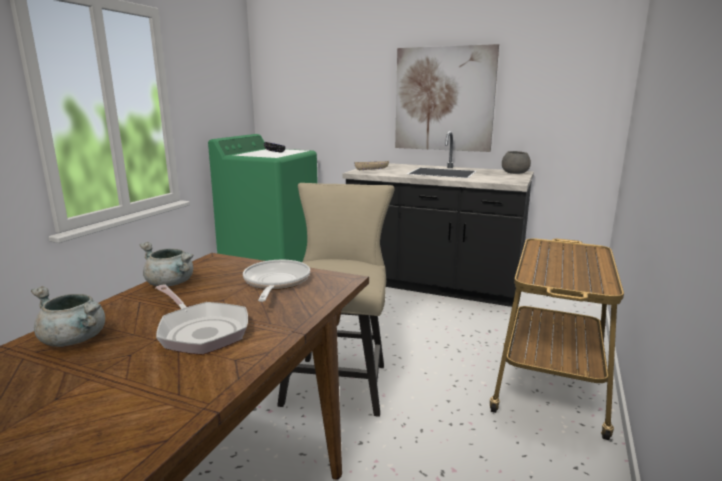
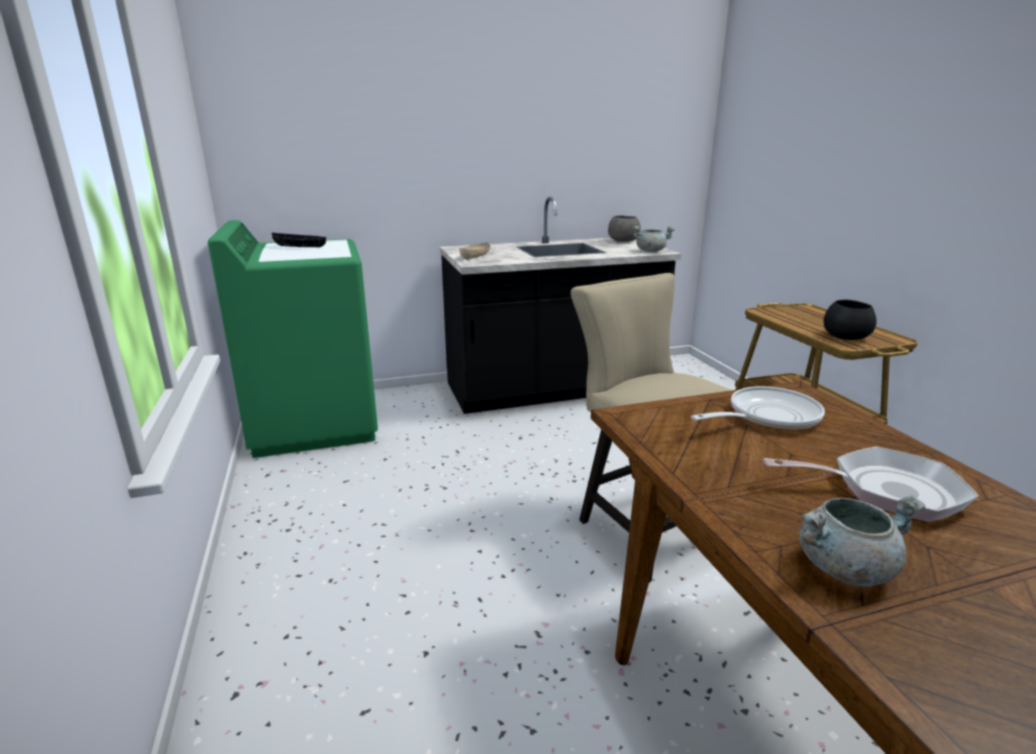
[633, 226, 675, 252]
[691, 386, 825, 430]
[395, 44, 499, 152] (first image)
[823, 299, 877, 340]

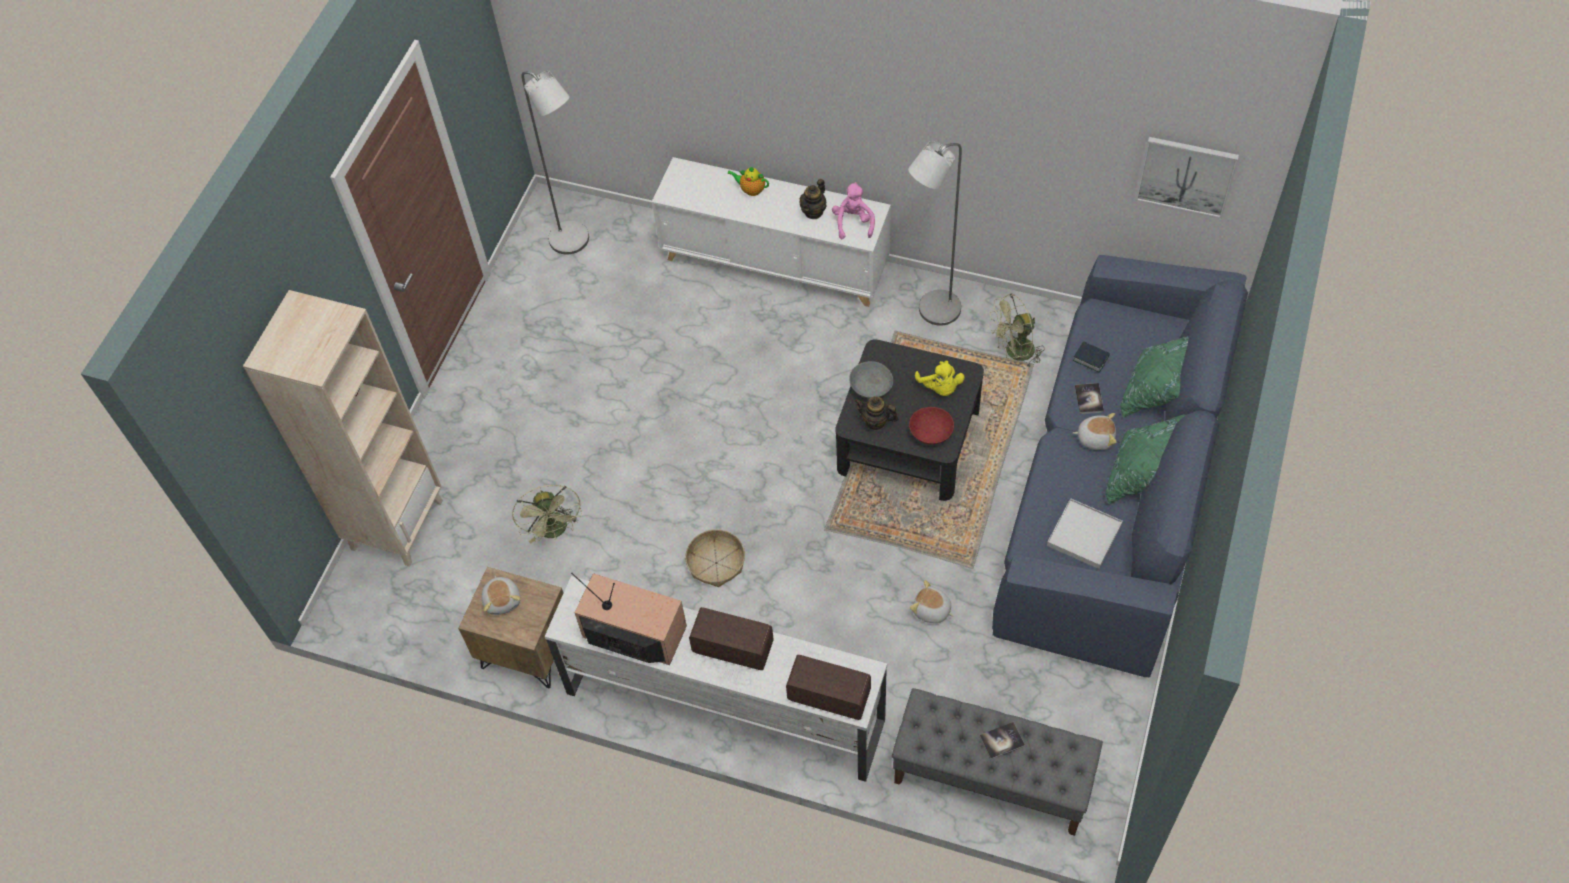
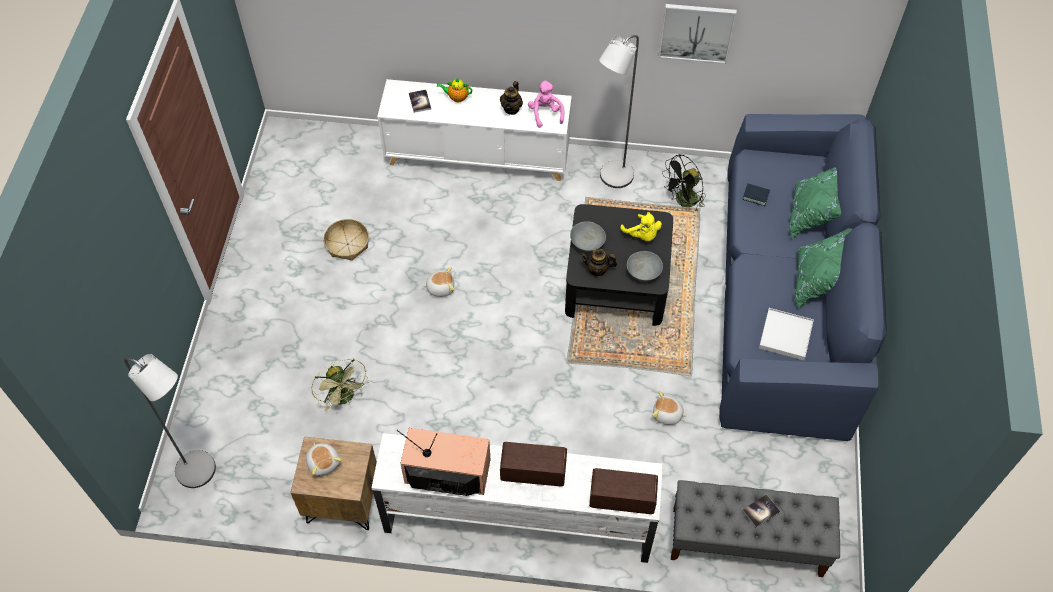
[243, 290, 443, 567] (first image)
[124, 354, 216, 488]
[323, 219, 369, 261]
[627, 251, 663, 281]
[662, 154, 706, 211]
[422, 267, 454, 297]
[409, 90, 431, 113]
[658, 4, 737, 64]

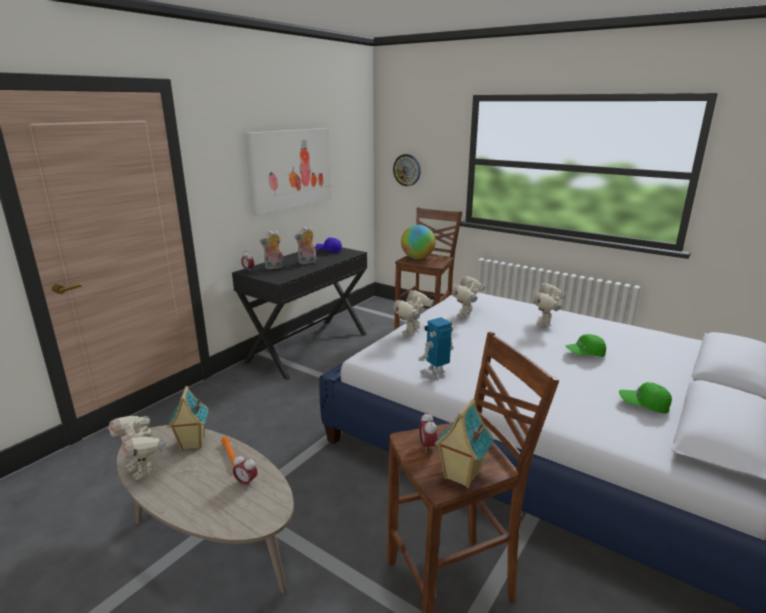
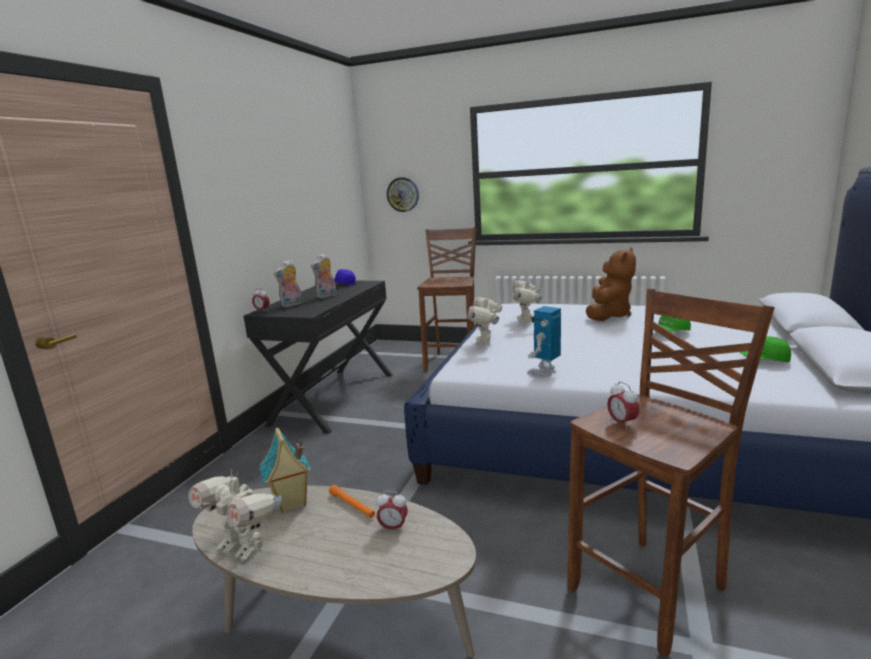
[245, 128, 332, 216] (first image)
[401, 225, 436, 259] (first image)
[434, 399, 493, 488] (first image)
[586, 247, 636, 321]

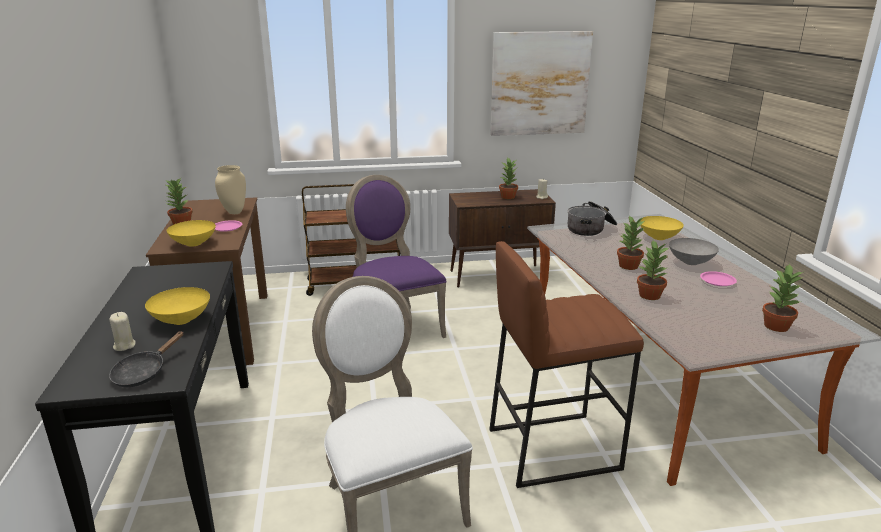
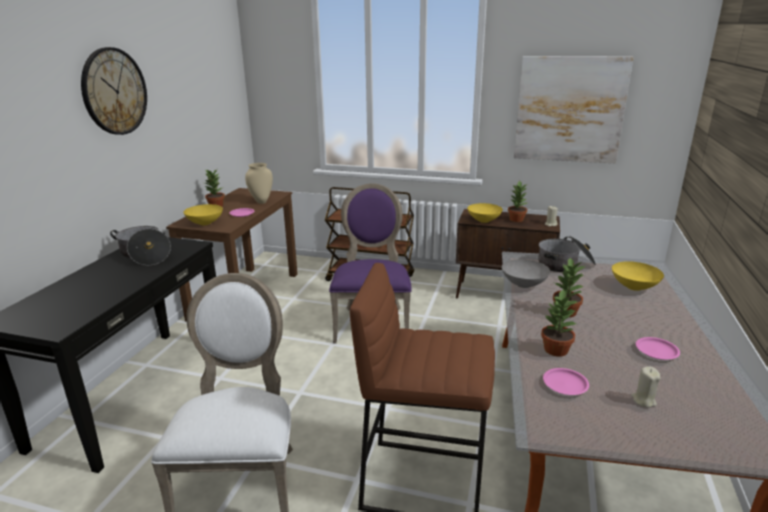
[631, 366, 661, 408]
[109, 331, 183, 387] (first image)
[467, 203, 503, 223]
[502, 259, 550, 288]
[762, 263, 803, 332] (first image)
[81, 47, 147, 135]
[110, 226, 171, 266]
[543, 368, 589, 395]

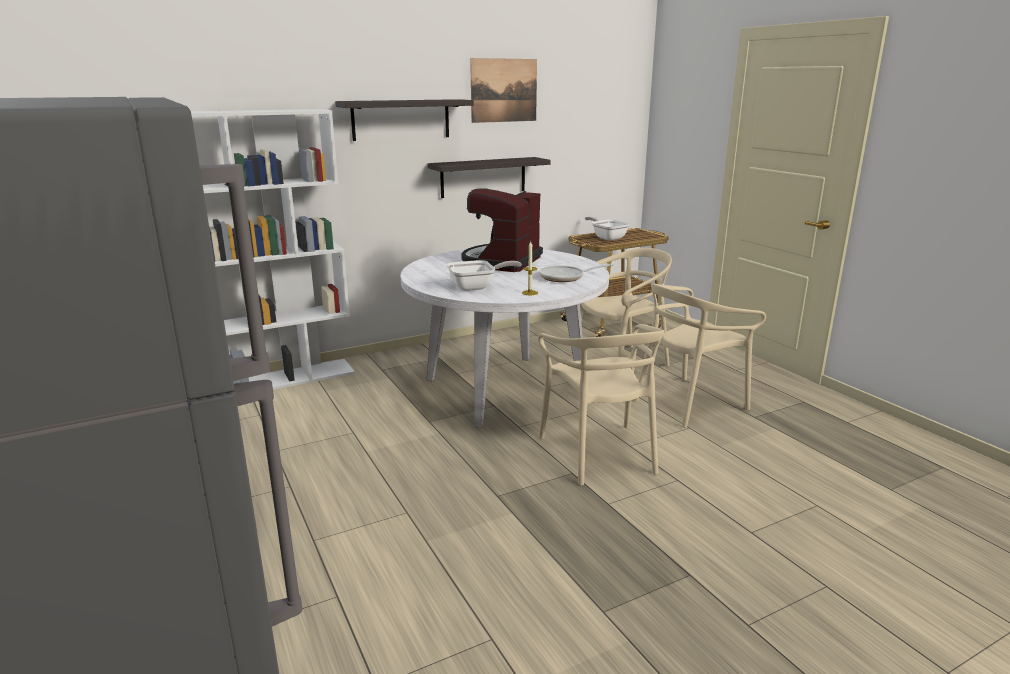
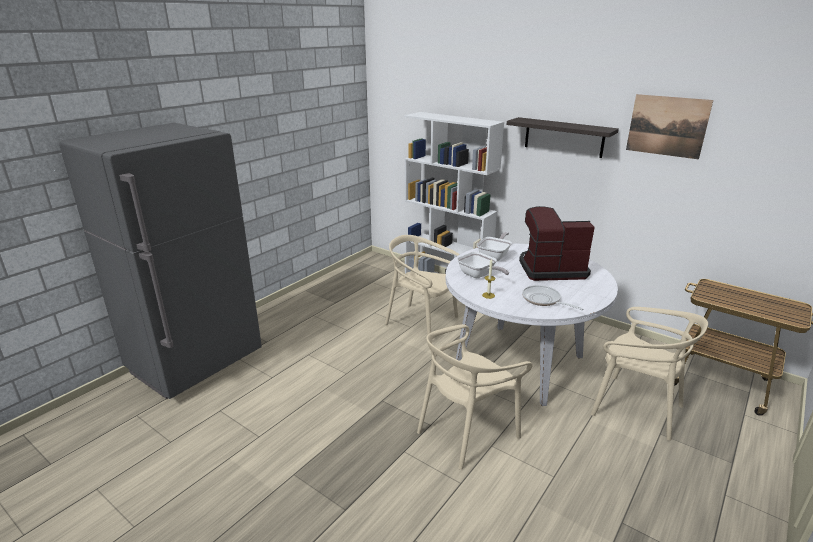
[428, 157, 551, 198] (first image)
[477, 232, 512, 261]
[385, 235, 460, 335]

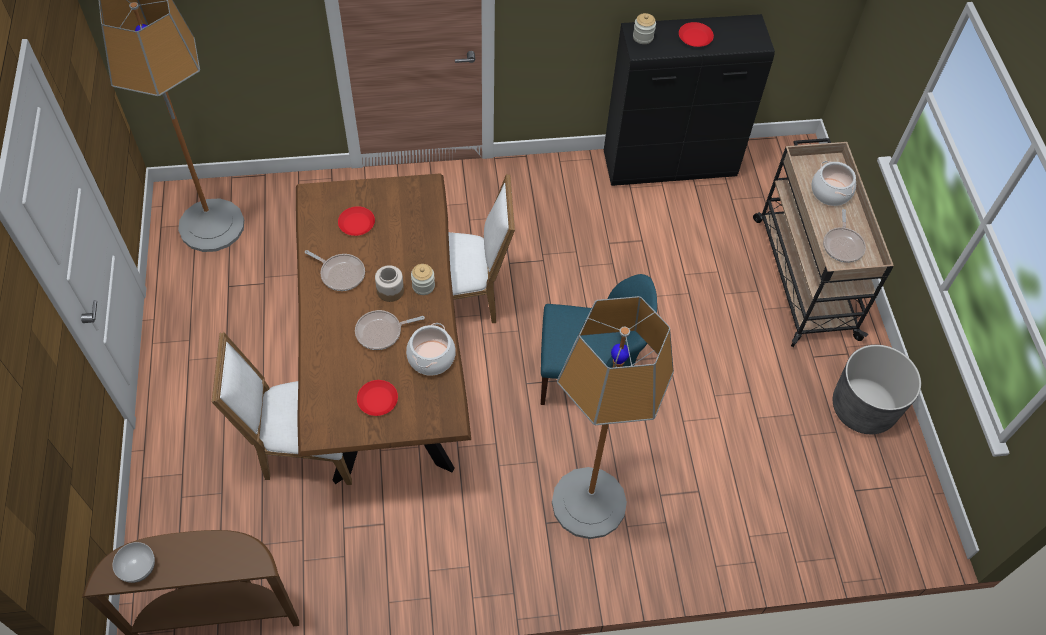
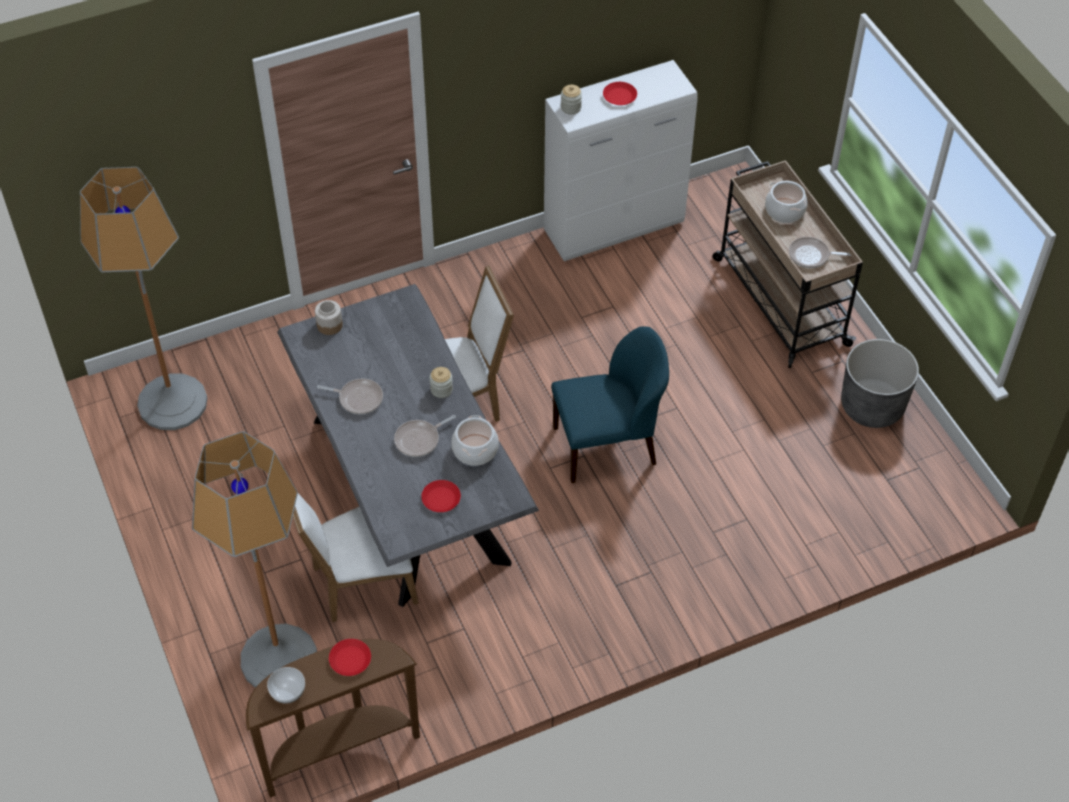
[277, 284, 539, 607]
[329, 639, 371, 676]
[315, 300, 343, 335]
[192, 431, 317, 688]
[544, 60, 698, 261]
[789, 237, 851, 268]

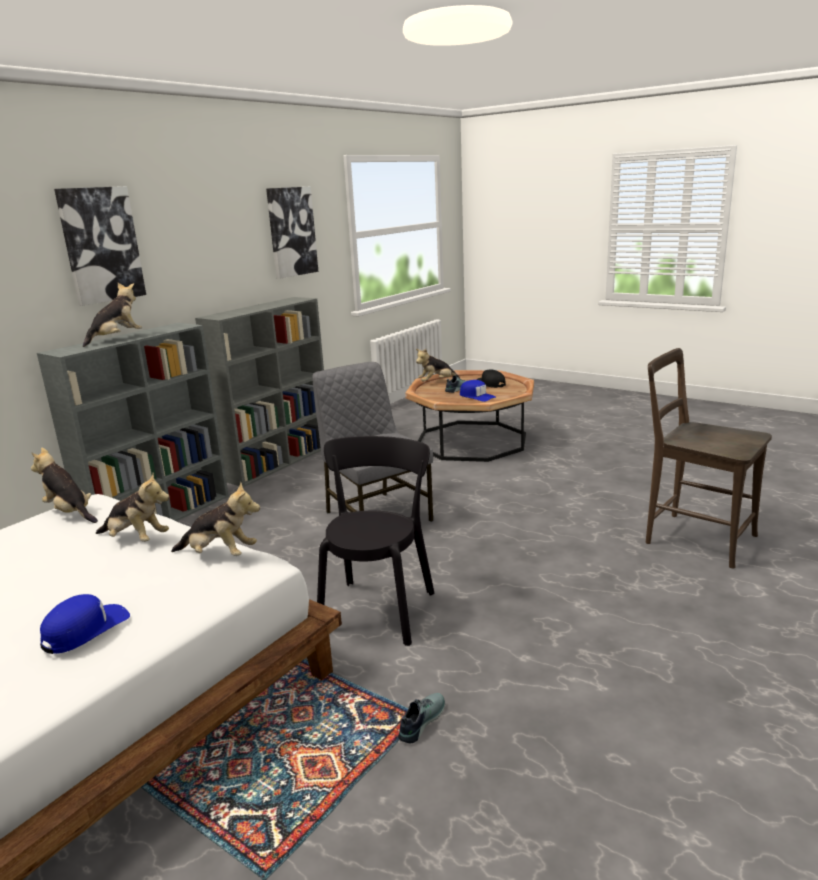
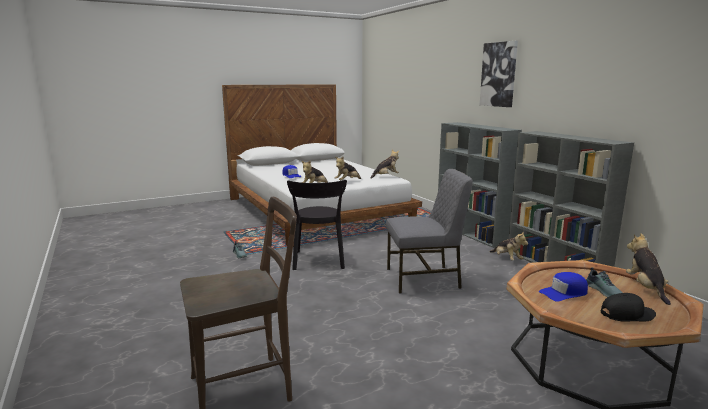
[490, 231, 528, 260]
[266, 187, 318, 279] (first image)
[287, 180, 347, 270]

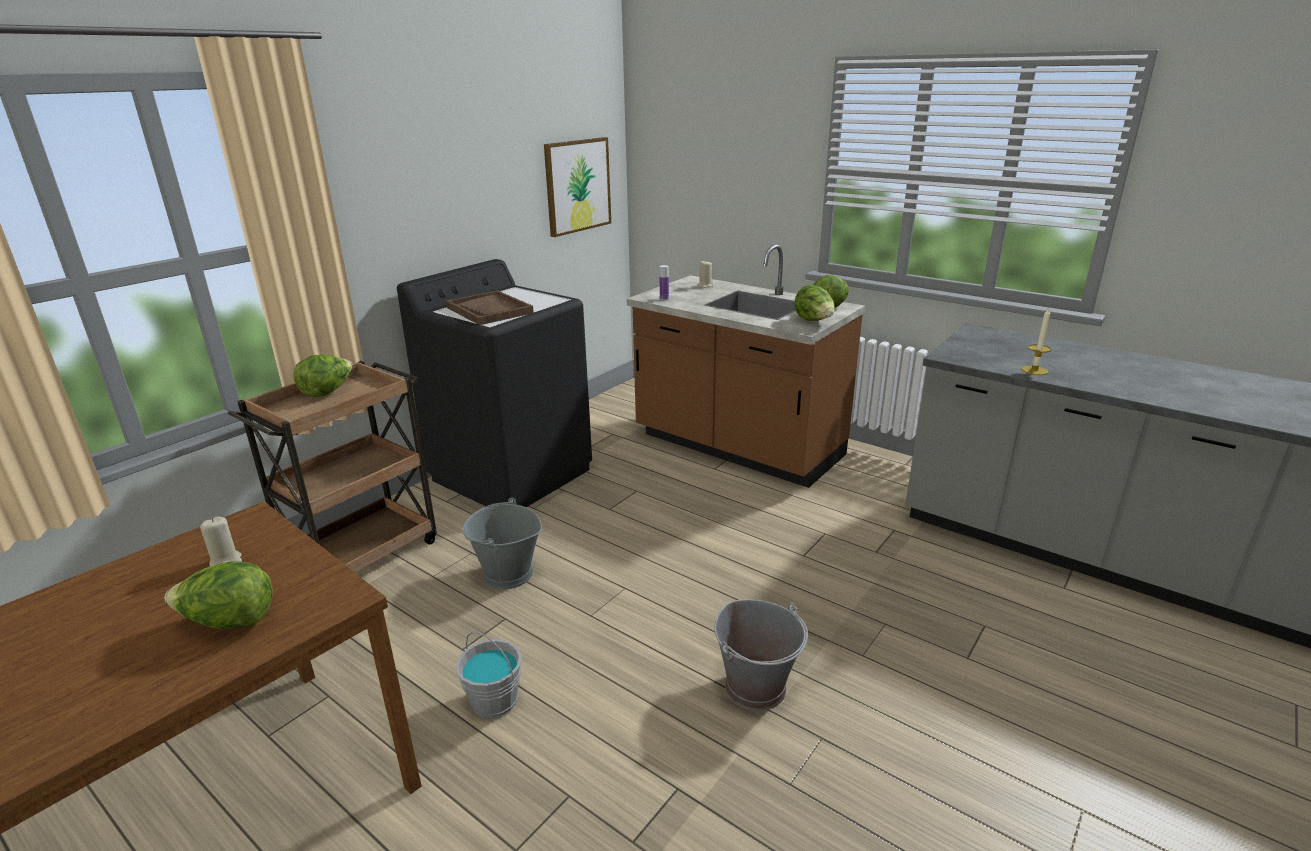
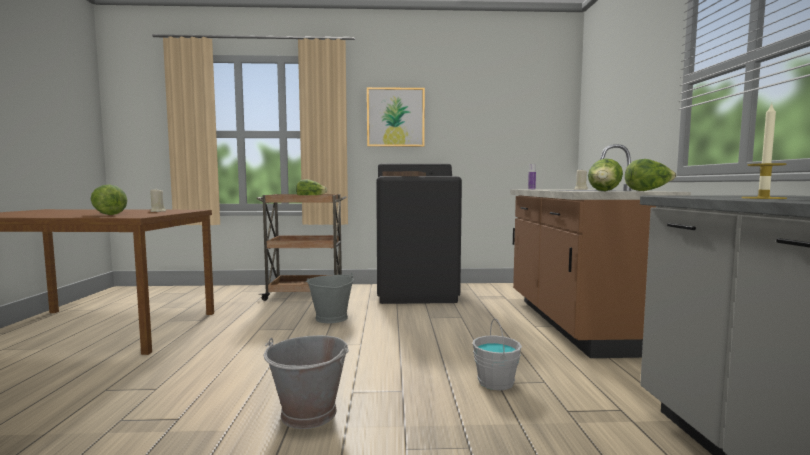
[472, 318, 522, 390]
[367, 87, 425, 147]

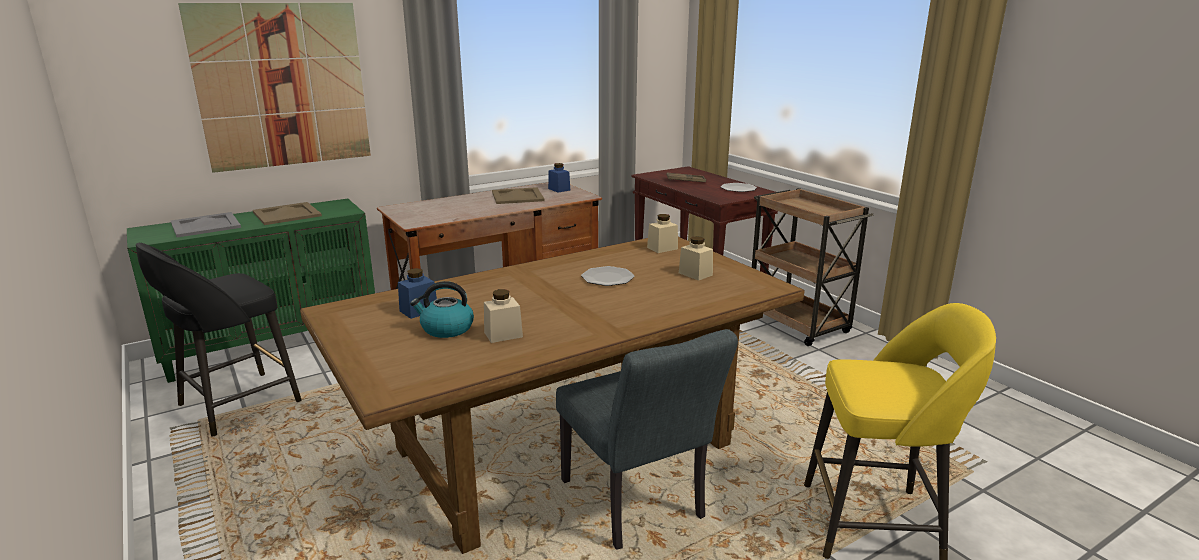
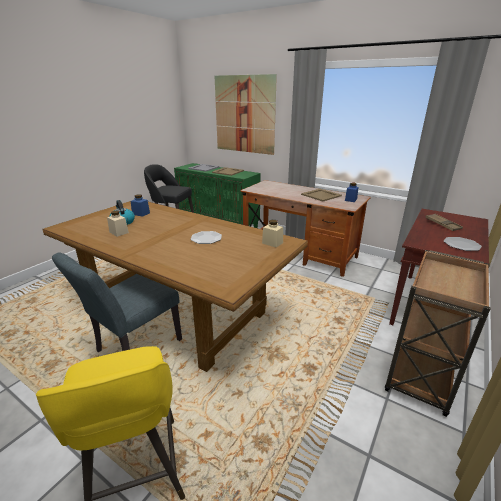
[679, 236, 713, 281] (first image)

